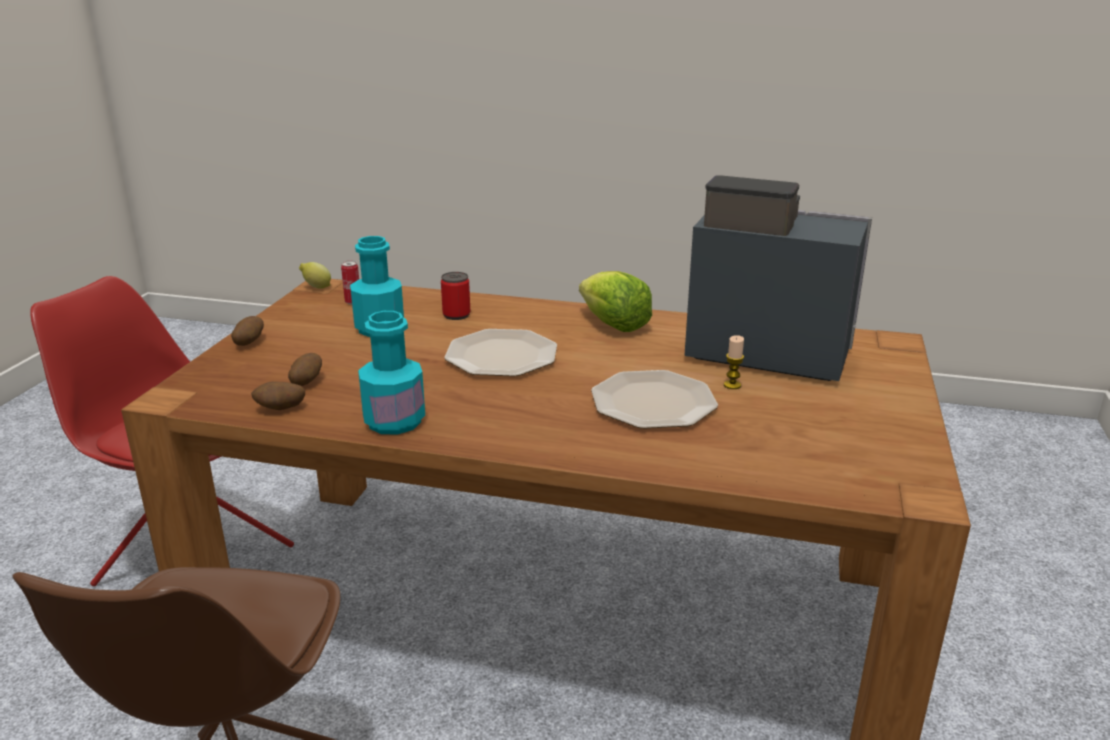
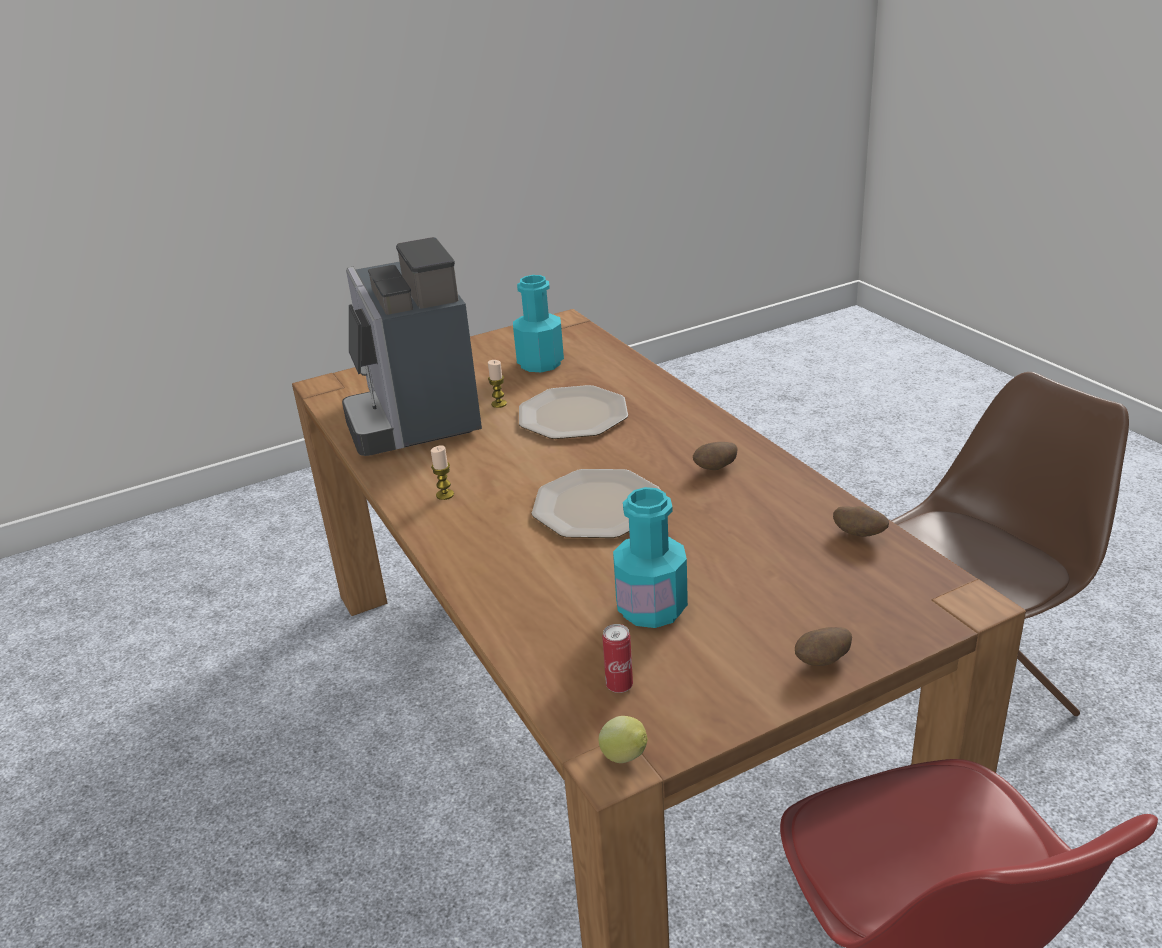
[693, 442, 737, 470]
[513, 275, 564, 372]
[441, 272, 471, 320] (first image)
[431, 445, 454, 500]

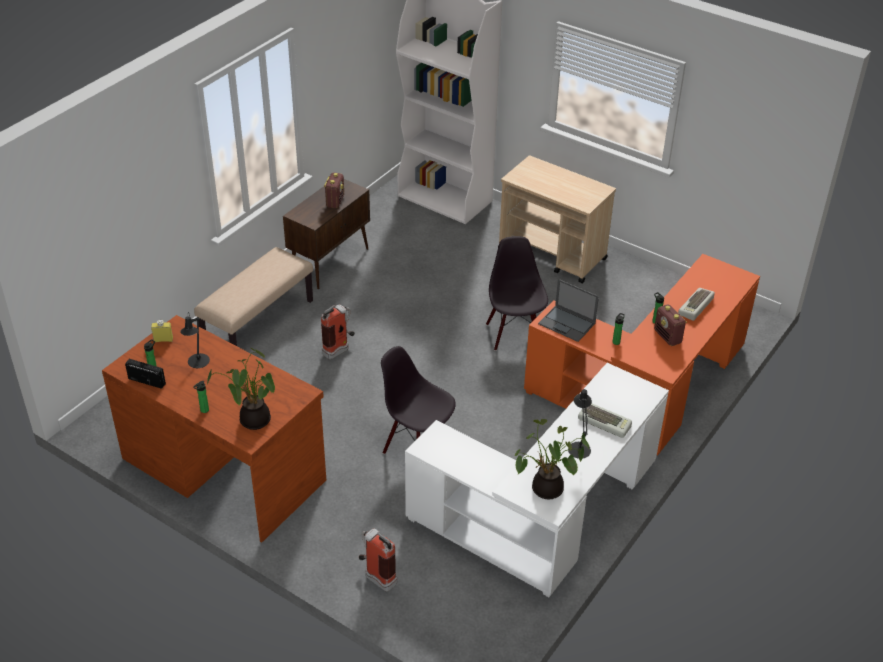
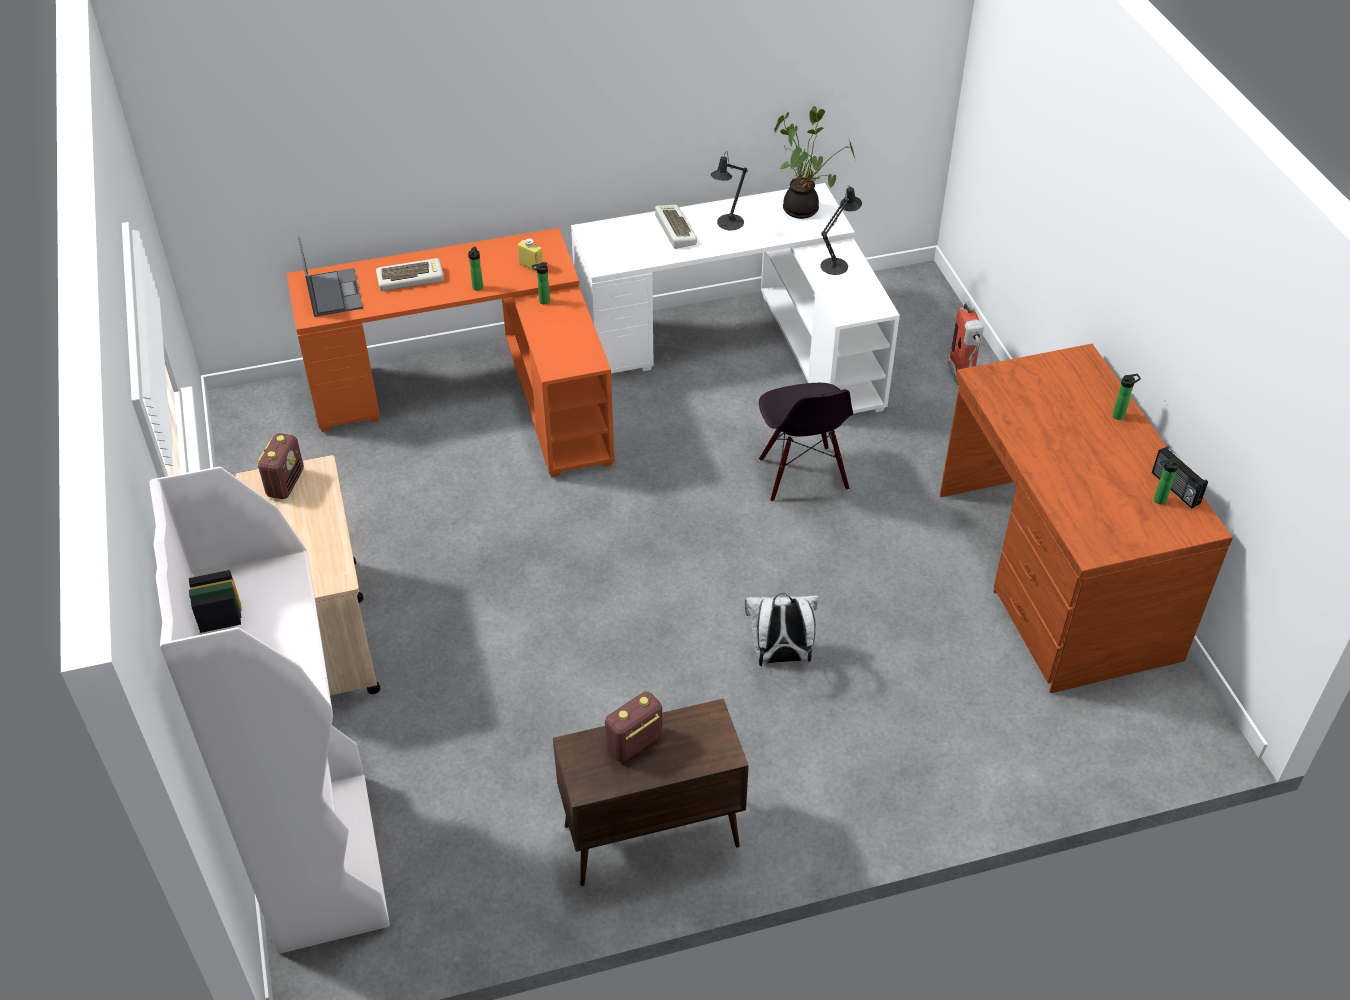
[518, 239, 543, 272]
[821, 186, 862, 275]
[194, 247, 313, 346] (first image)
[207, 348, 275, 430] (first image)
[745, 593, 818, 666]
[486, 236, 548, 351] (first image)
[298, 237, 363, 317]
[257, 433, 304, 499]

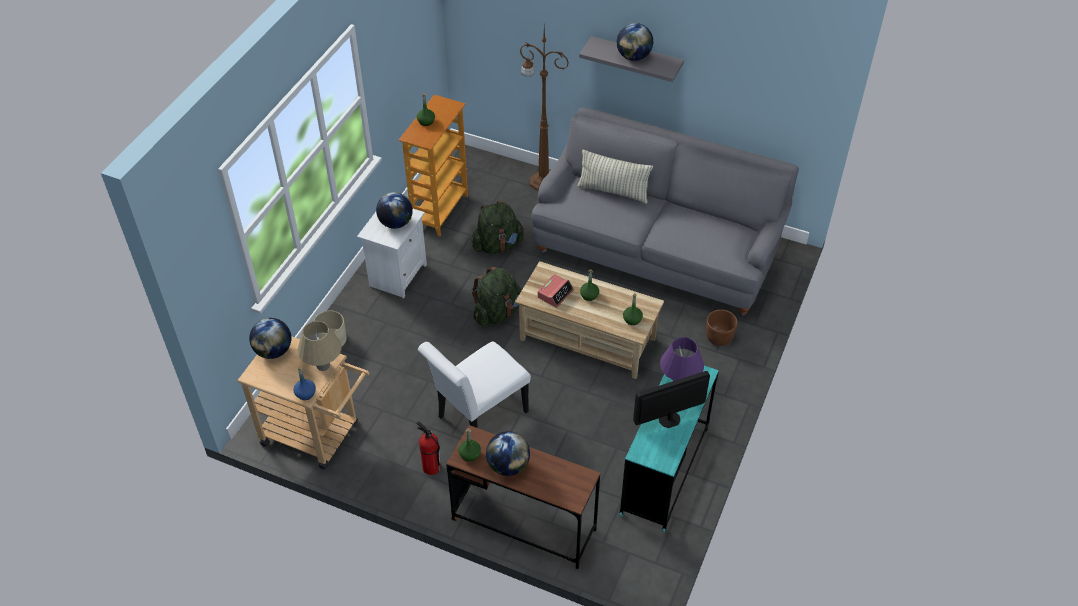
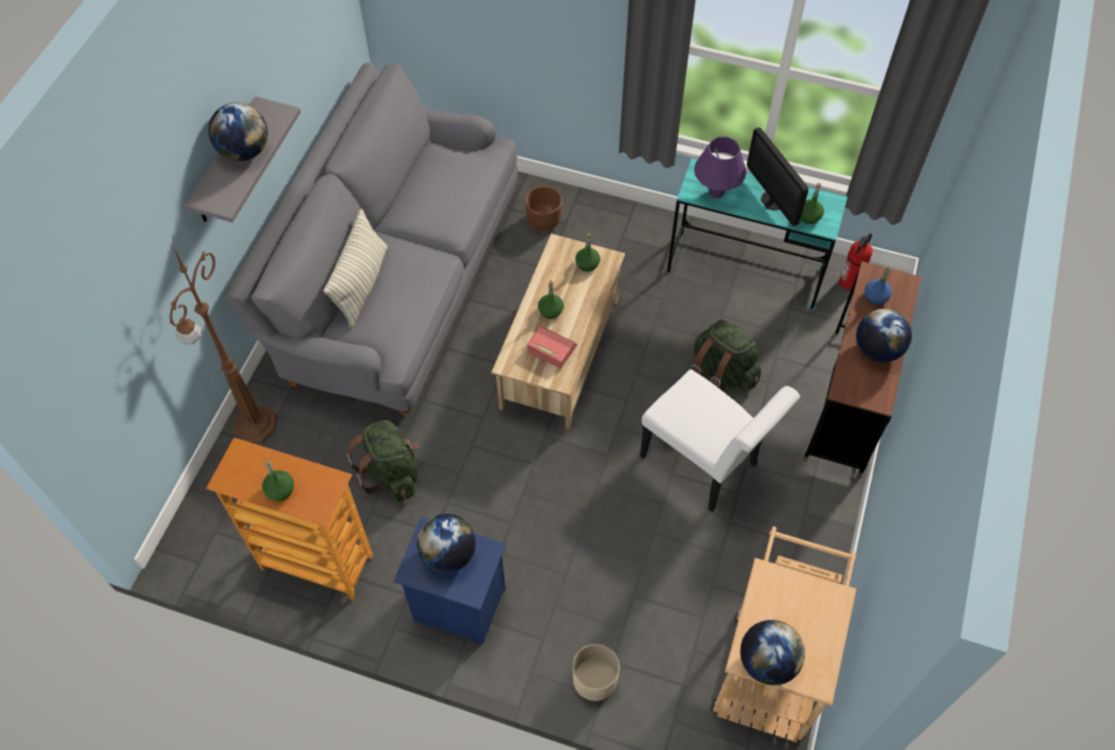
[865, 265, 892, 305]
[297, 321, 342, 371] (first image)
[394, 517, 506, 644]
[839, 233, 872, 290]
[801, 183, 824, 224]
[692, 319, 761, 391]

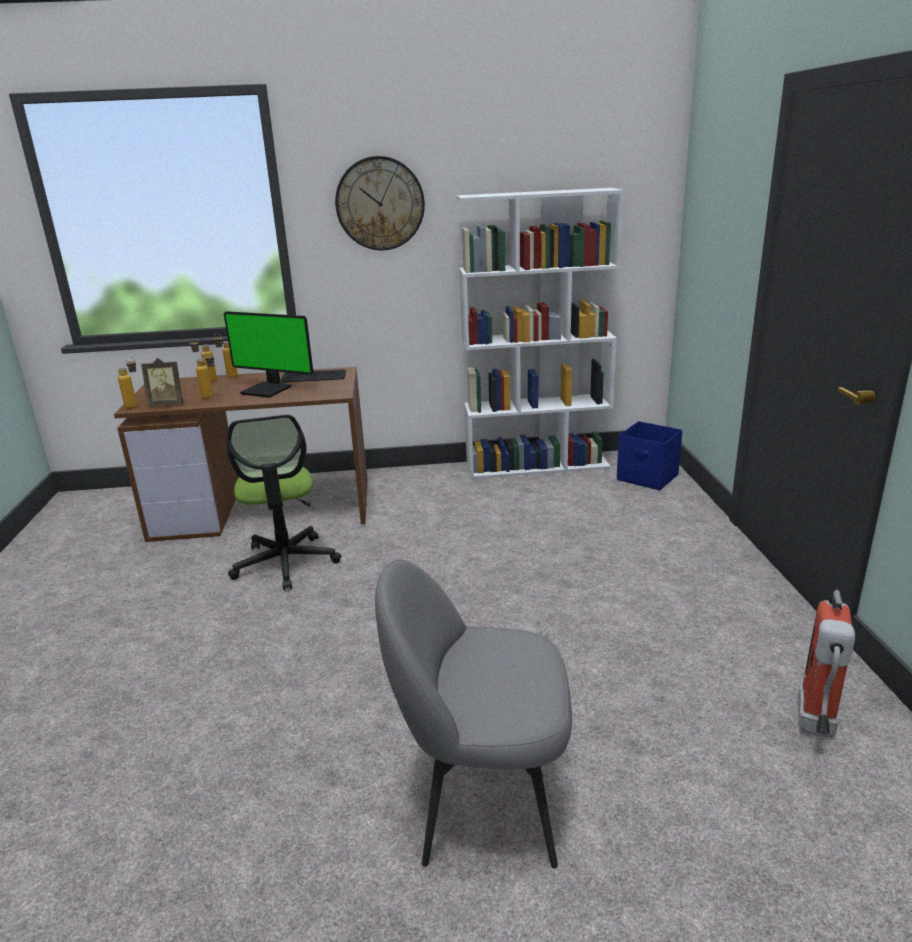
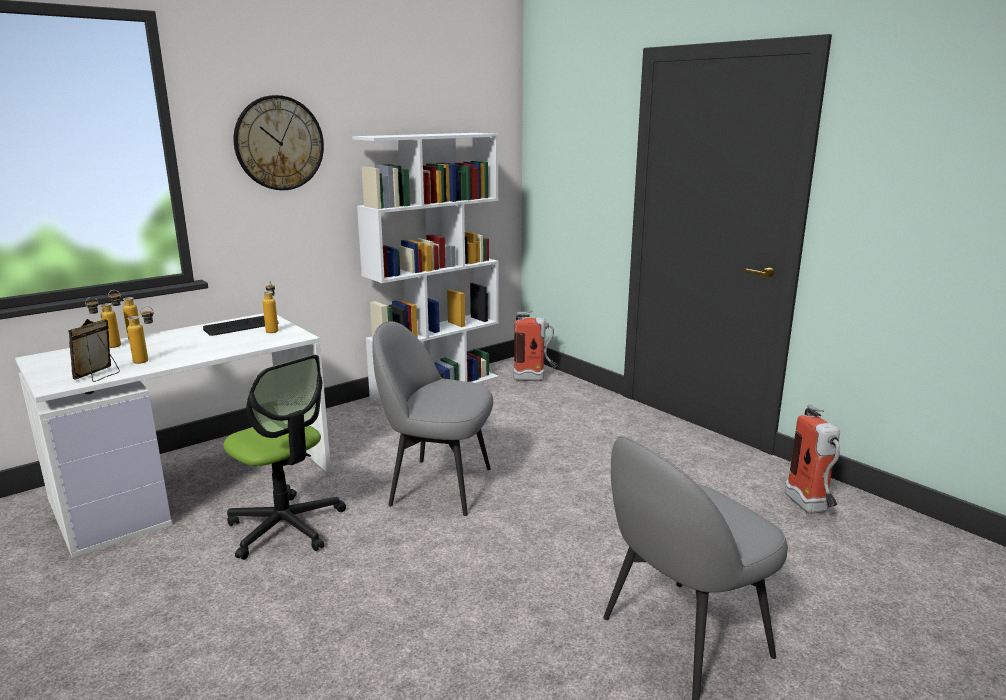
[15, 313, 331, 558]
[263, 281, 278, 333]
[68, 319, 120, 382]
[224, 311, 313, 398] (first image)
[513, 311, 558, 381]
[372, 321, 493, 516]

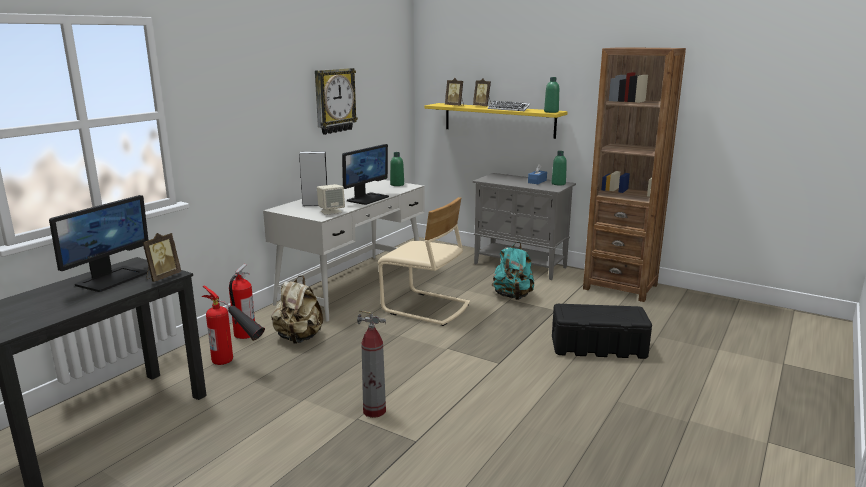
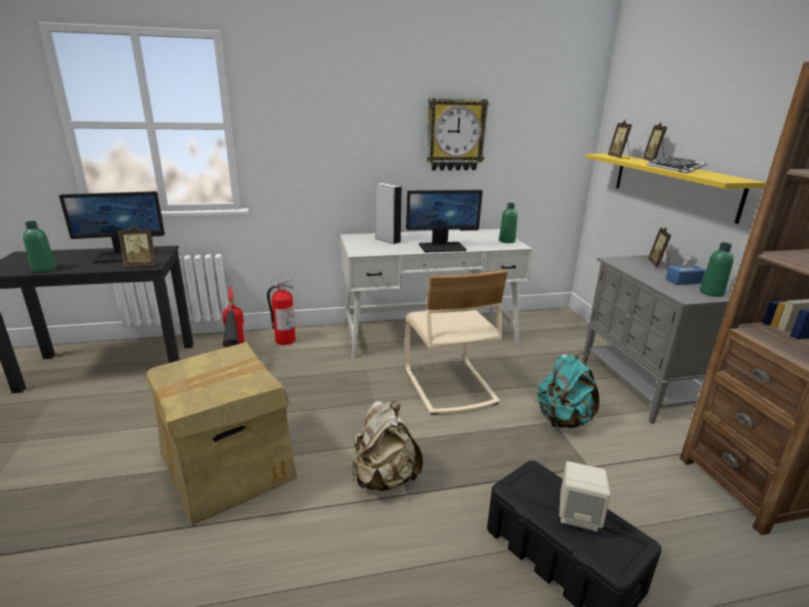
[352, 401, 423, 491]
[559, 461, 610, 532]
[146, 342, 297, 524]
[23, 221, 56, 273]
[648, 227, 671, 268]

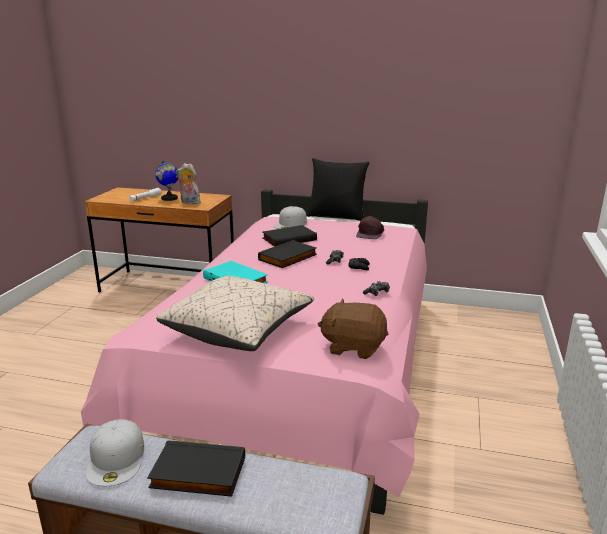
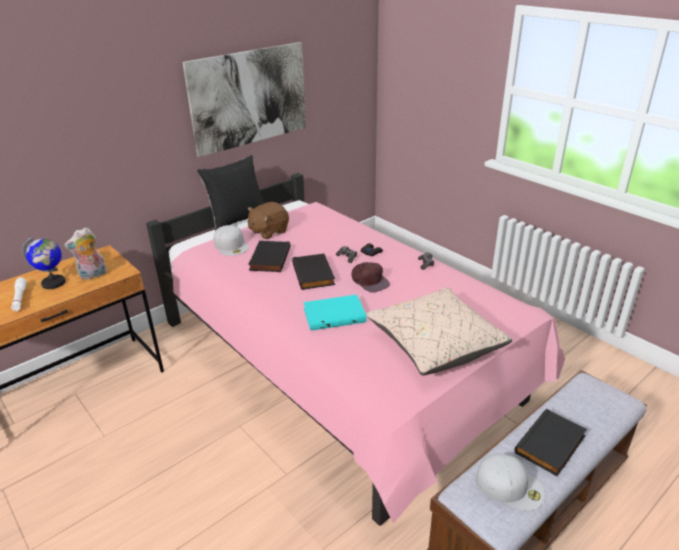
[248, 202, 289, 239]
[351, 262, 390, 293]
[182, 42, 306, 157]

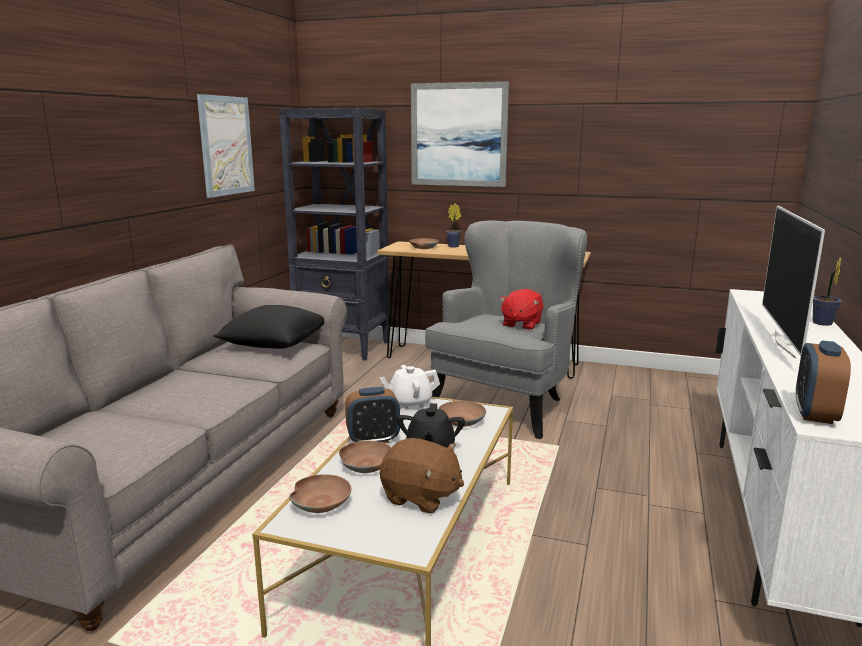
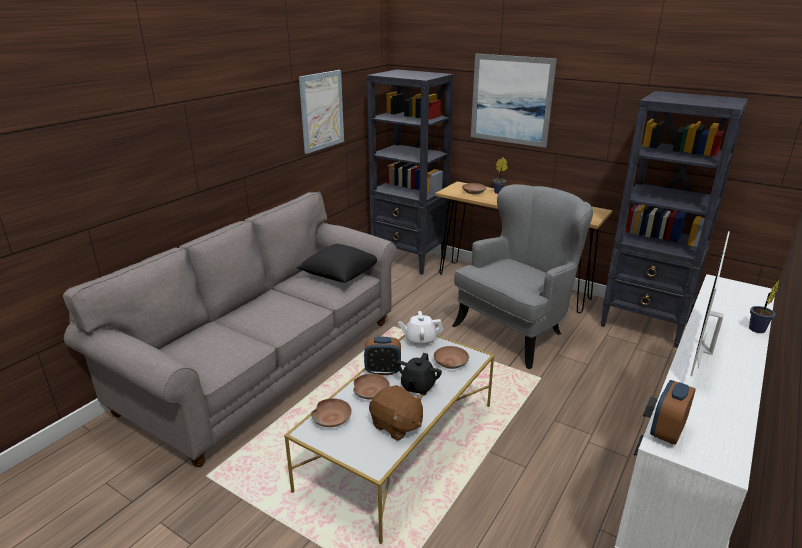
[499, 289, 543, 330] (first image)
[601, 91, 748, 348]

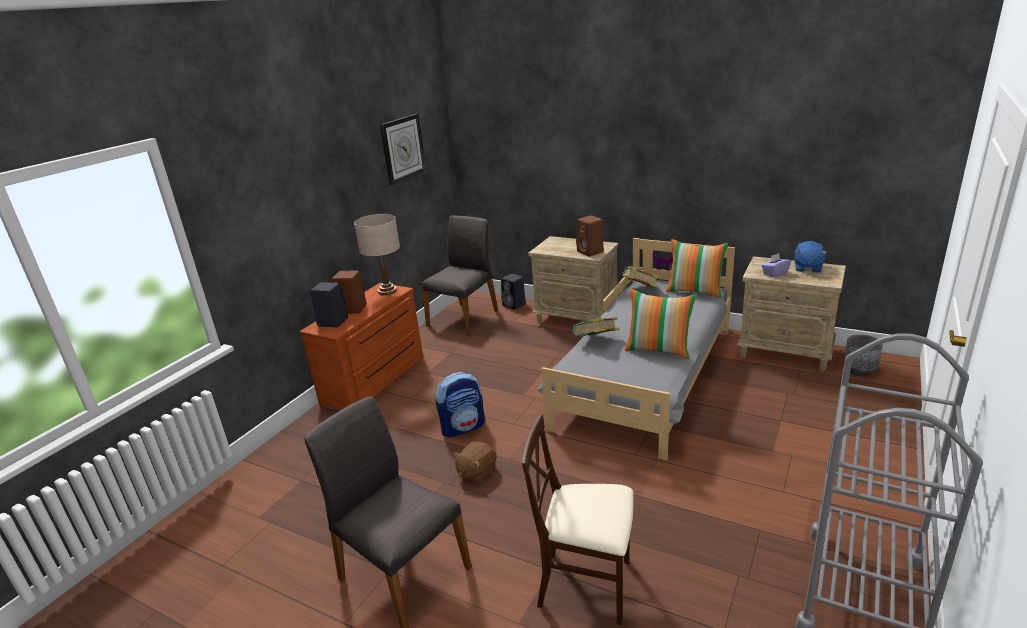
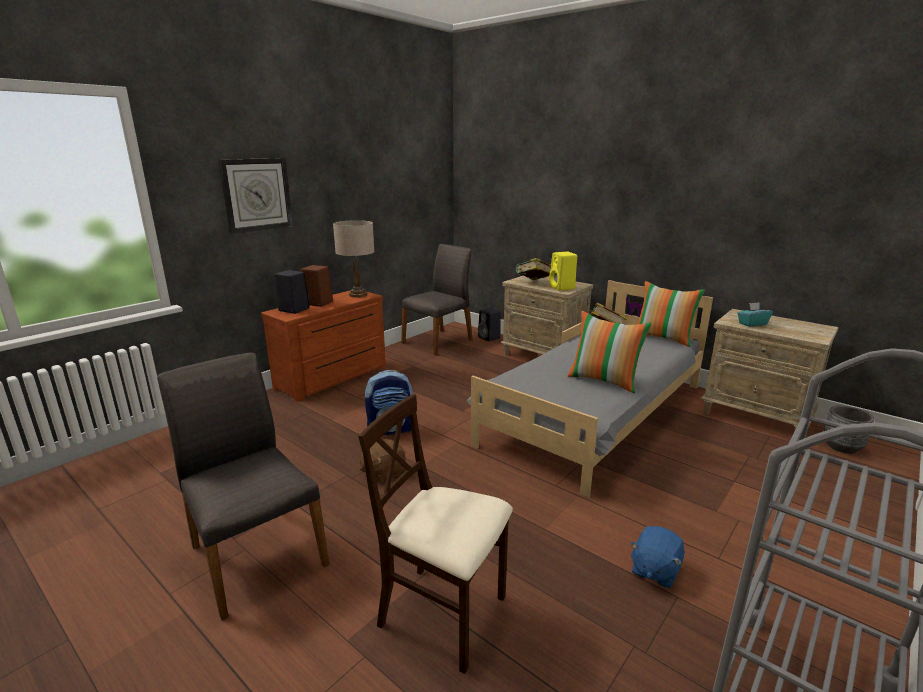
[218, 158, 293, 234]
[516, 258, 551, 280]
[549, 252, 577, 291]
[738, 302, 773, 327]
[630, 526, 684, 588]

